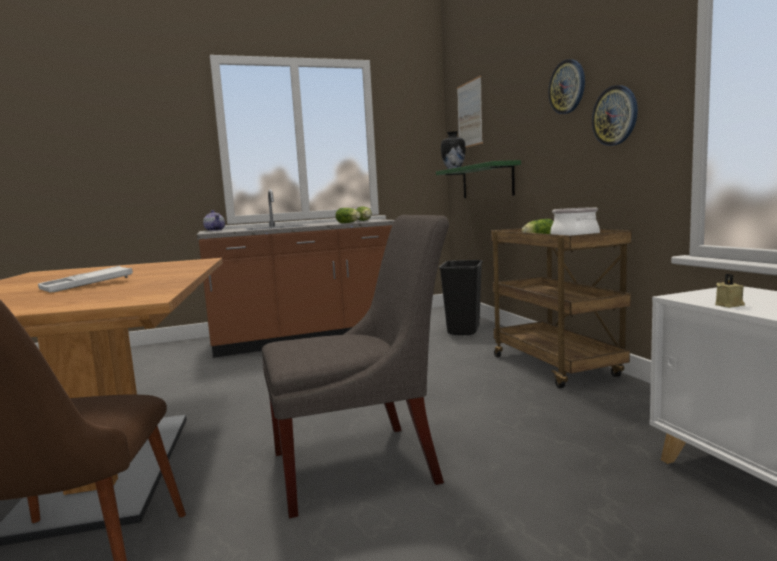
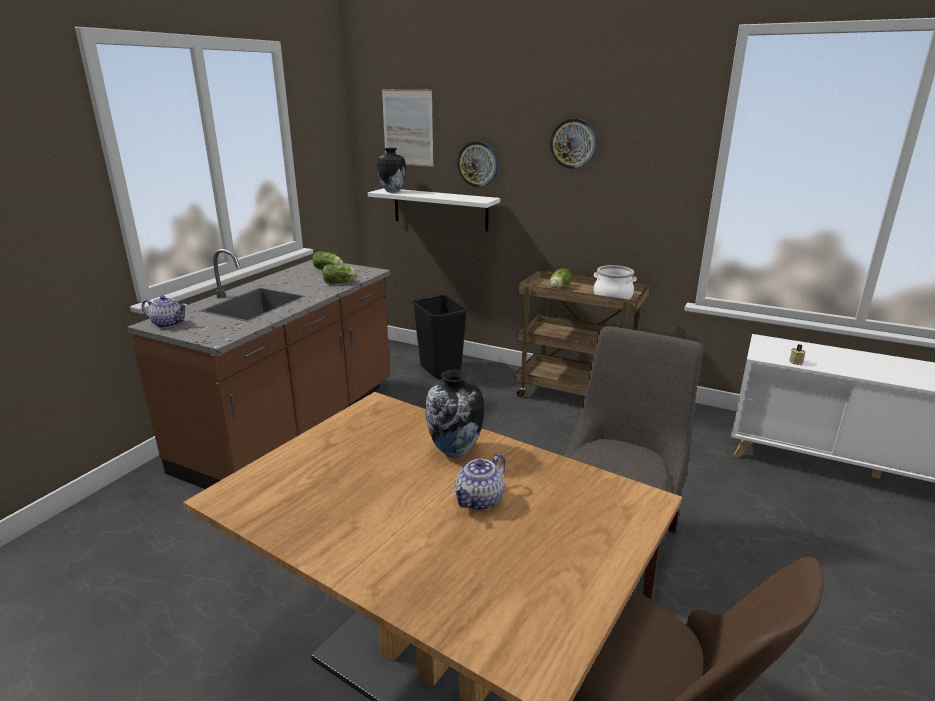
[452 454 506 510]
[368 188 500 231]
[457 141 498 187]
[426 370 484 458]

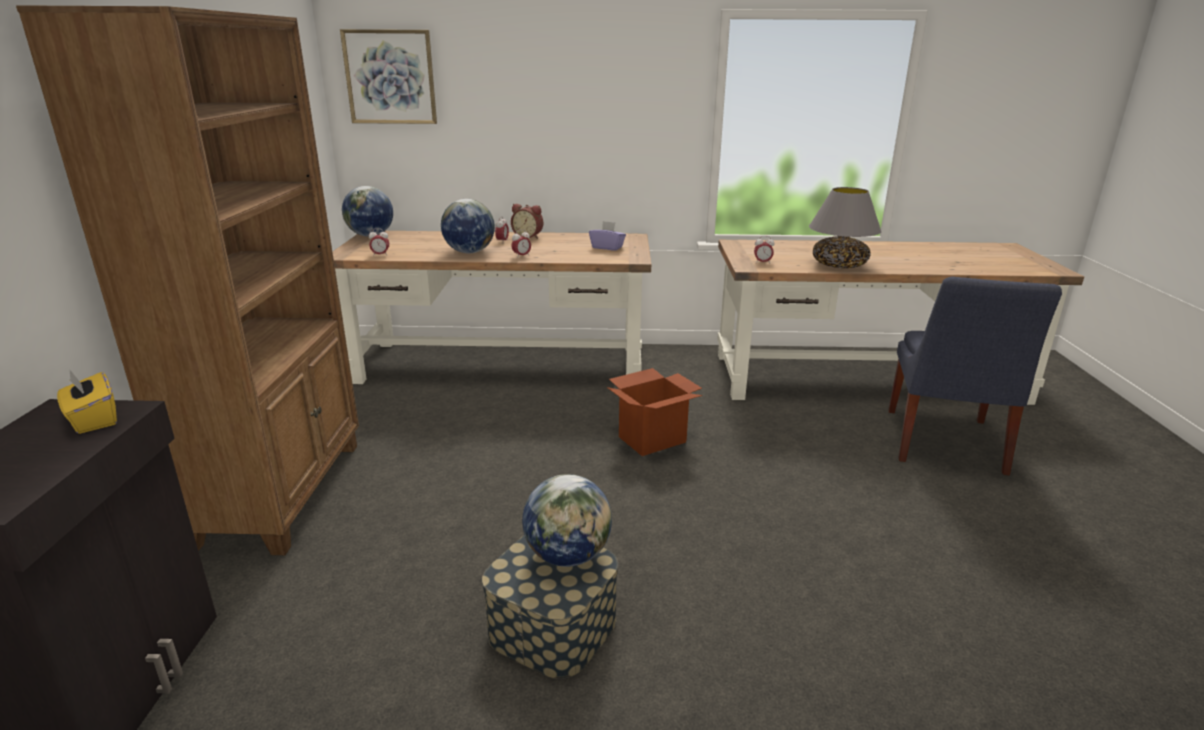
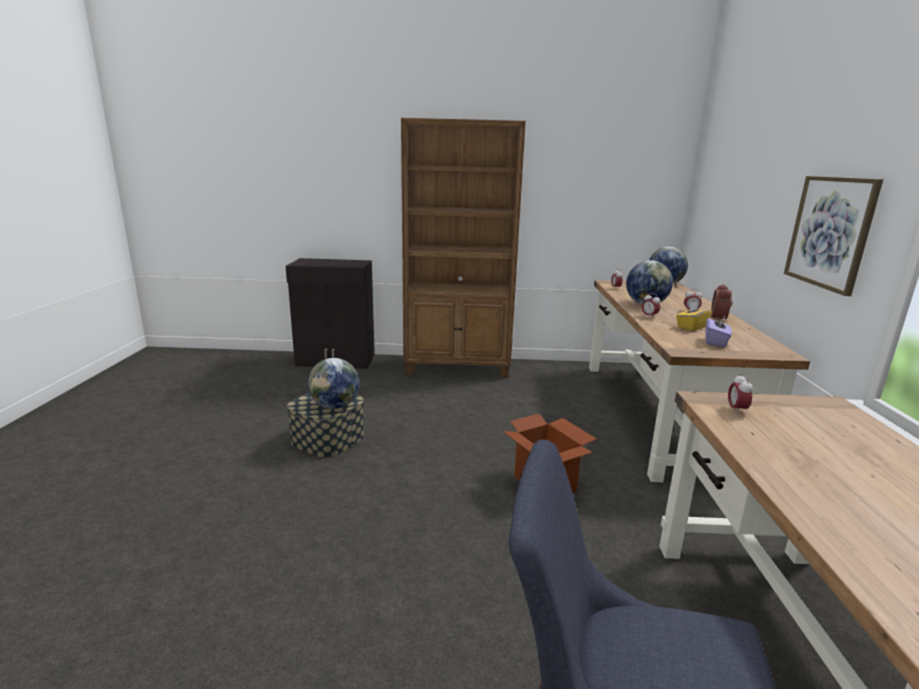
[676 301 712 331]
[784 176 883 296]
[809 187 881 268] (first image)

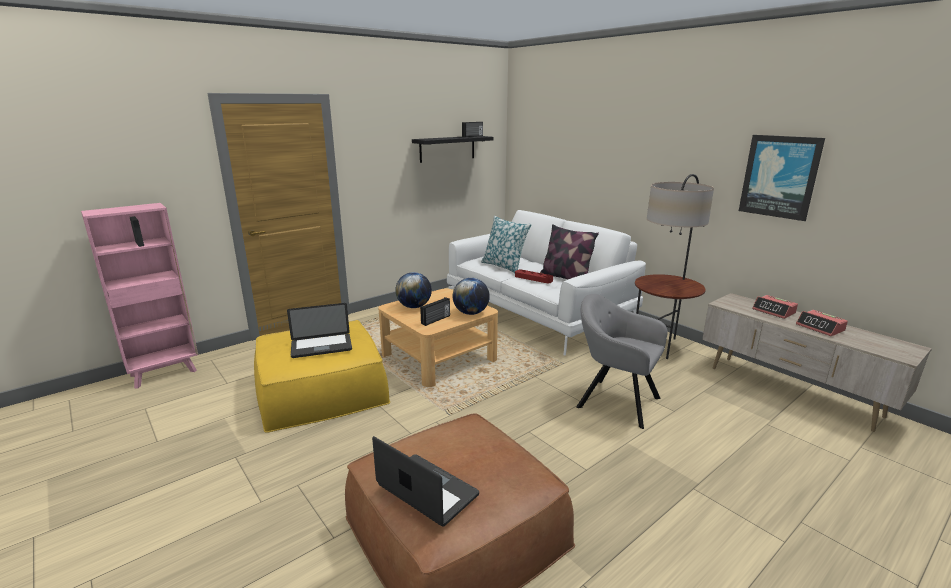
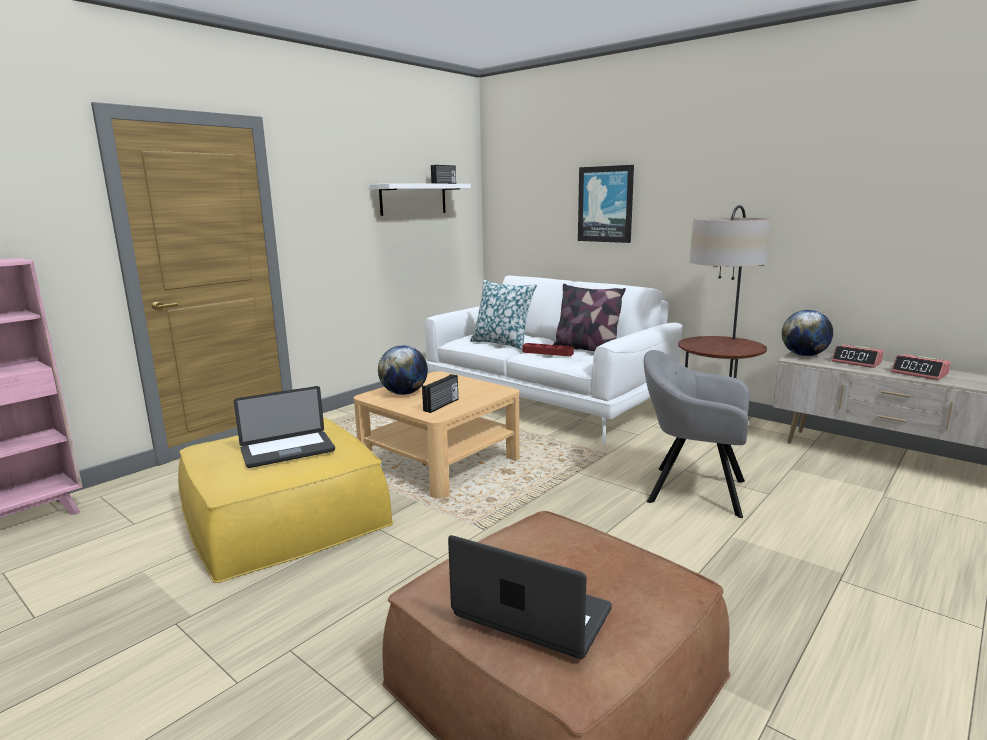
[370 183 471 216]
[782 310 833 356]
[578 165 634 243]

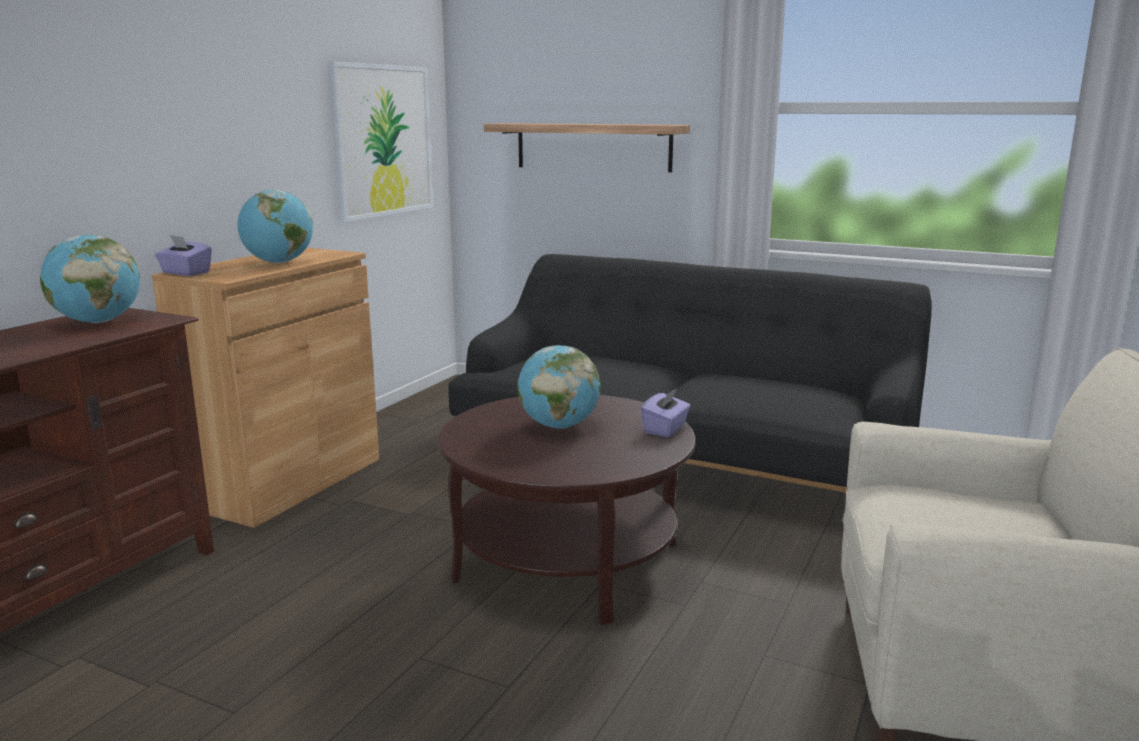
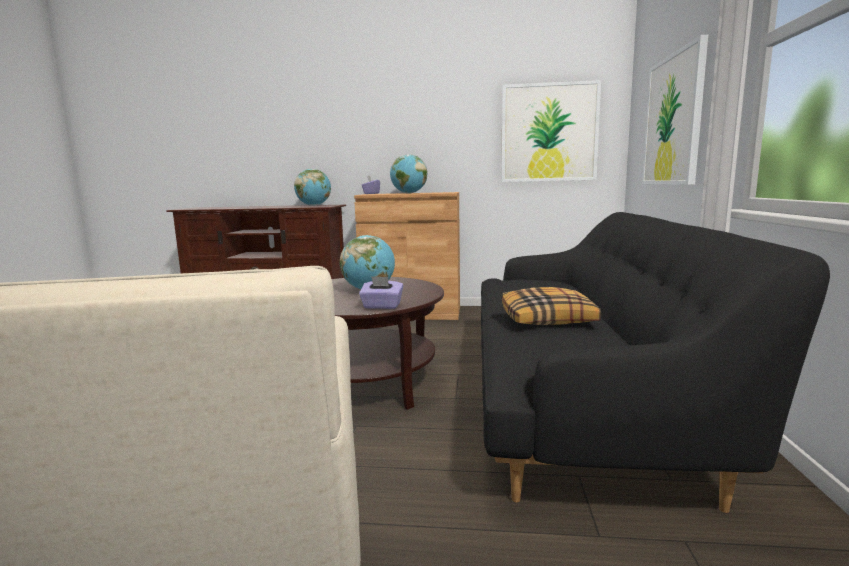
[642 35 708 185]
[502 287 601 325]

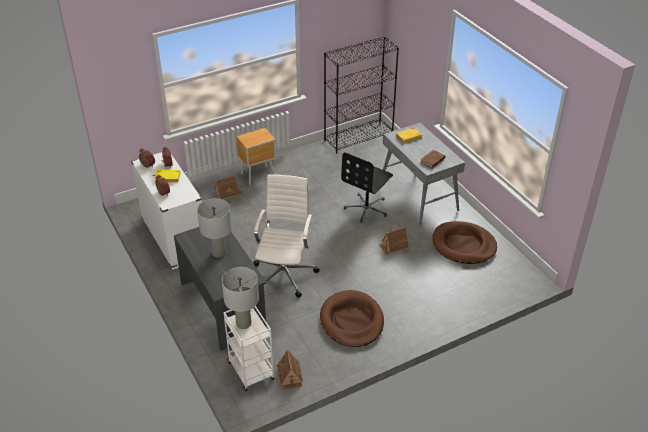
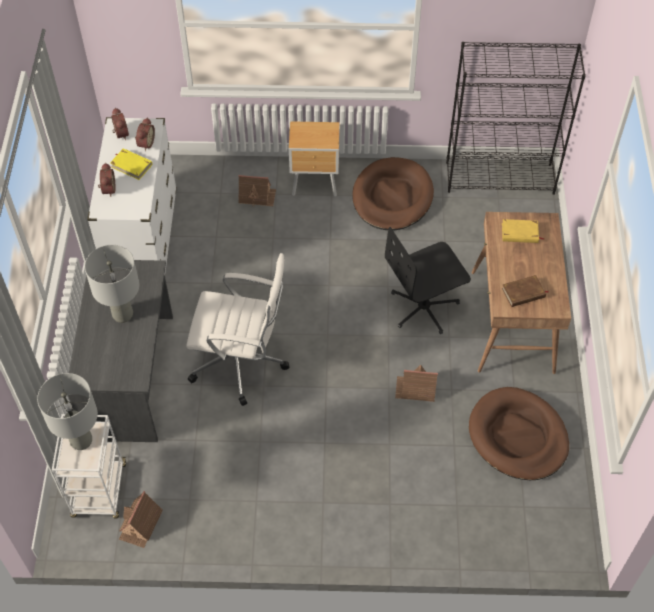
[186 253 289 406]
[352 157 434 230]
[471 212 571 374]

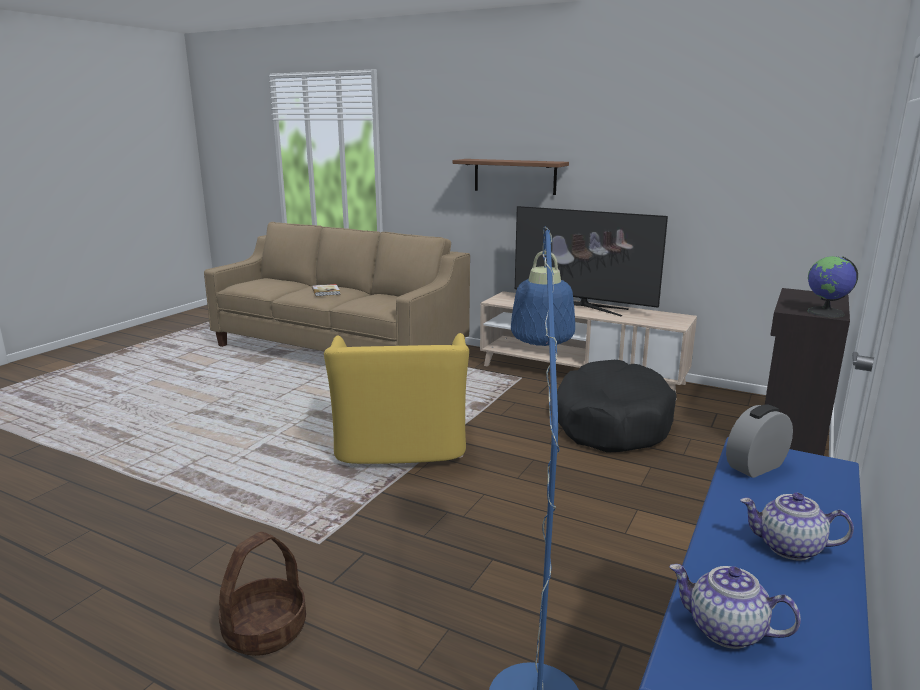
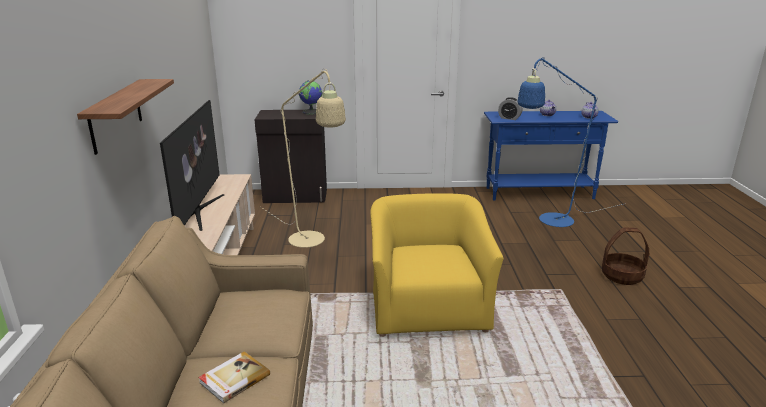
[370 193 504 337]
[261 69 346 248]

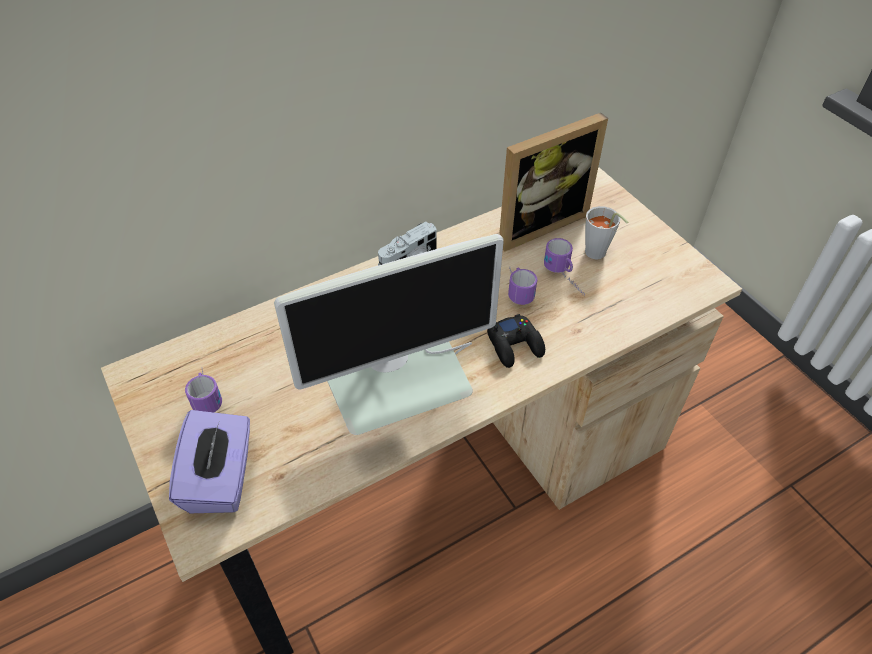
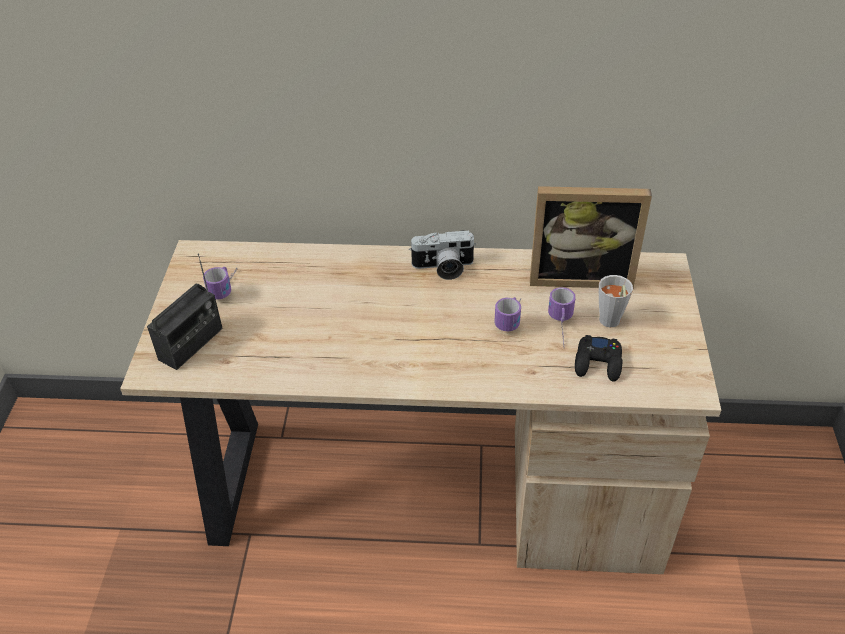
[147 253 223 370]
[274 234 504 435] (first image)
[575 335 623 382]

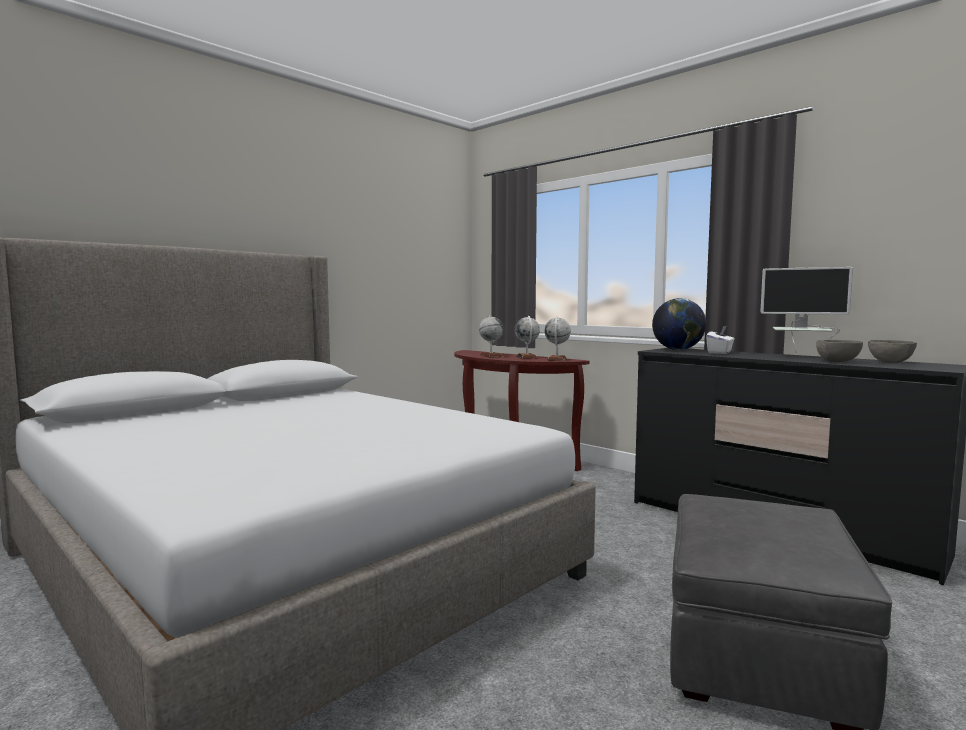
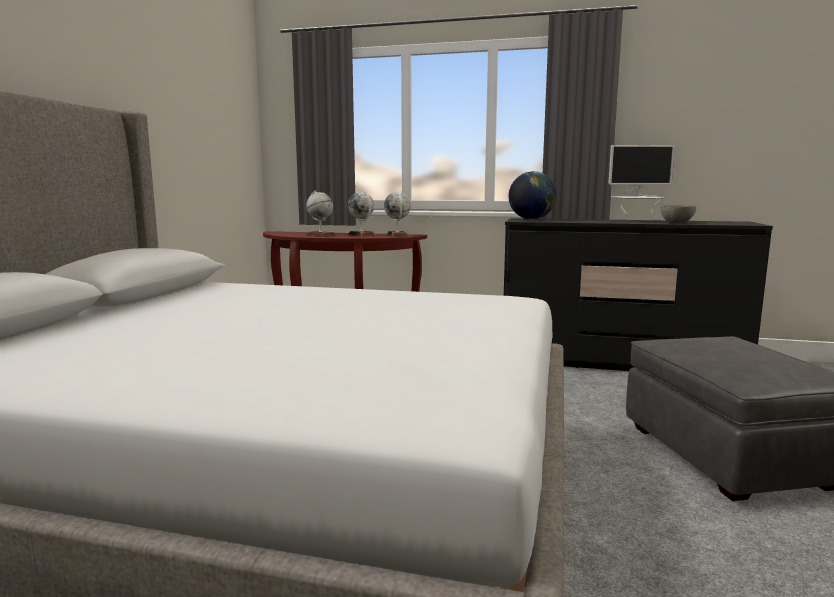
[706 326 735 354] (first image)
[868 340 917 363] (first image)

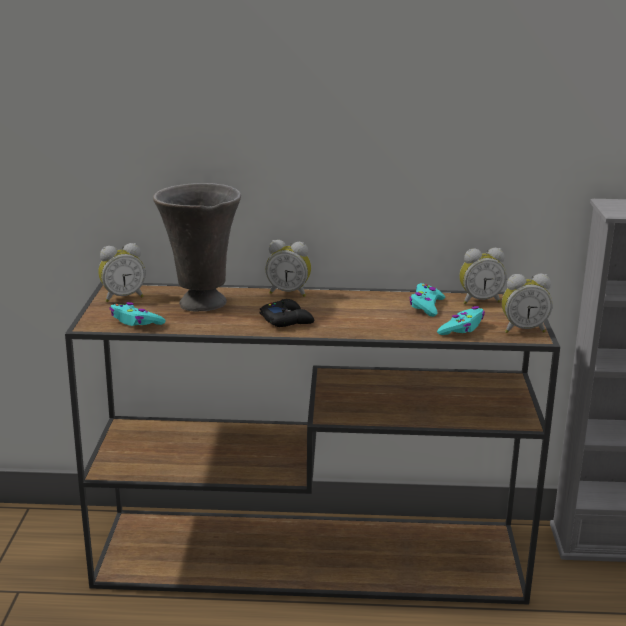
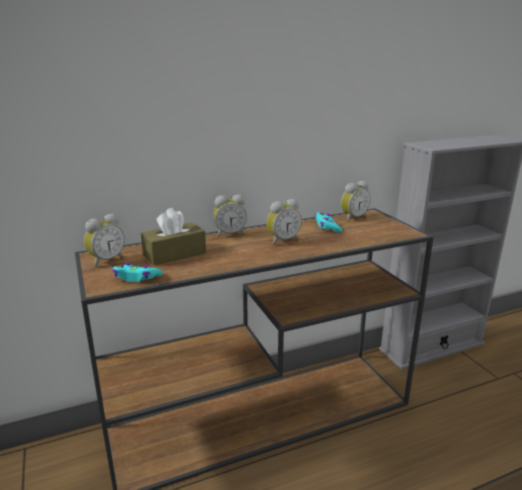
[141 208 206 266]
[260 299 314 327] (first image)
[437 306 485 335] (first image)
[267 199 302 245]

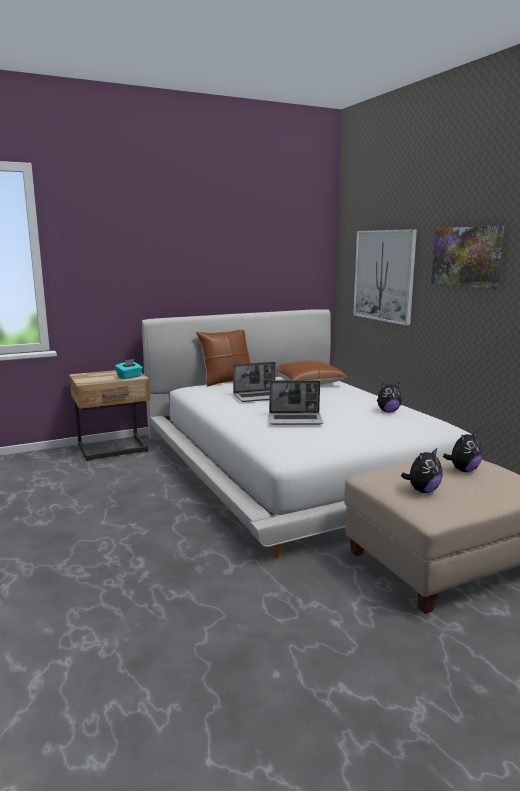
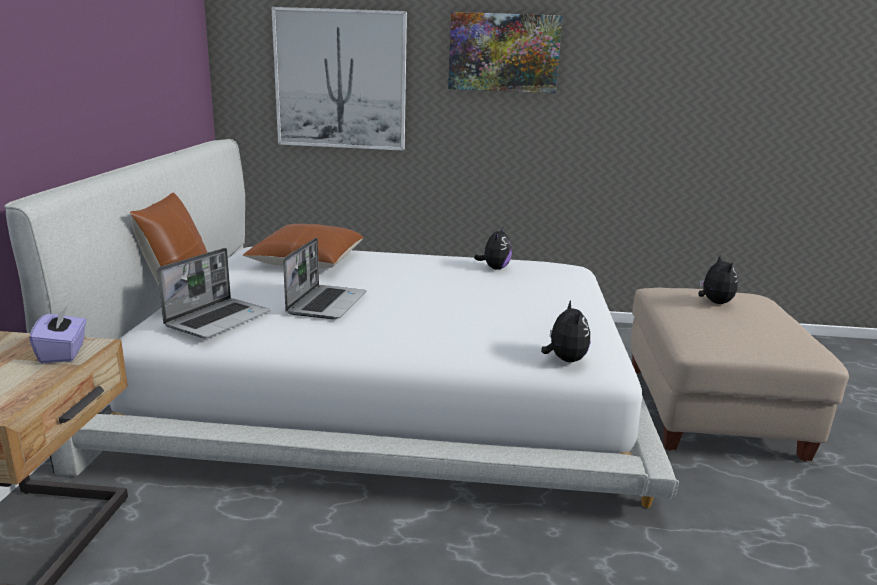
[29 306 87 363]
[157 248 270 338]
[541 300 590 362]

